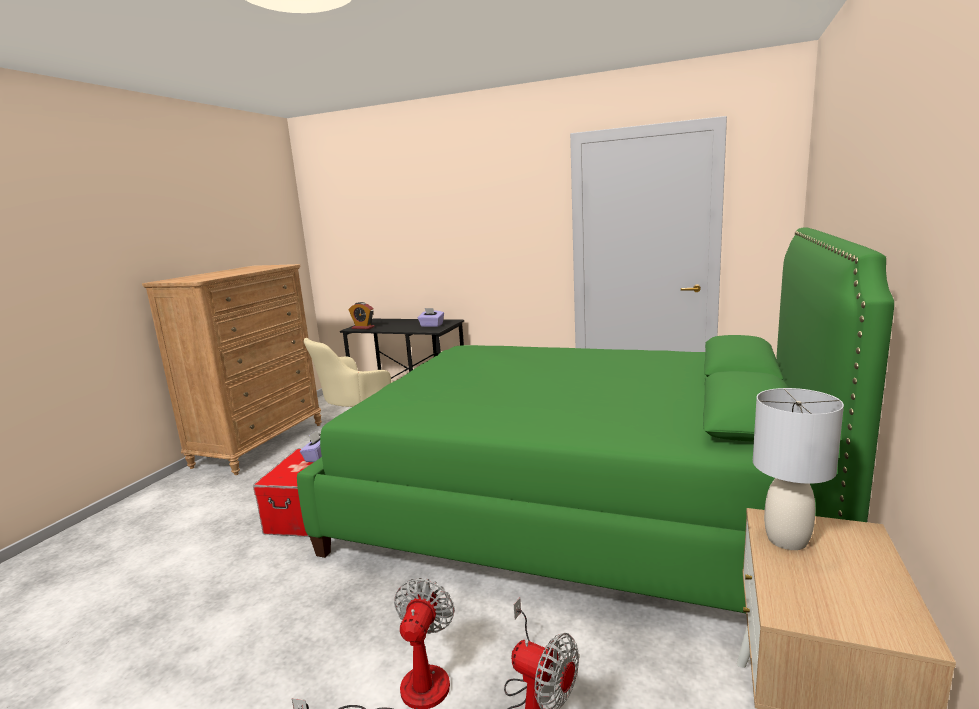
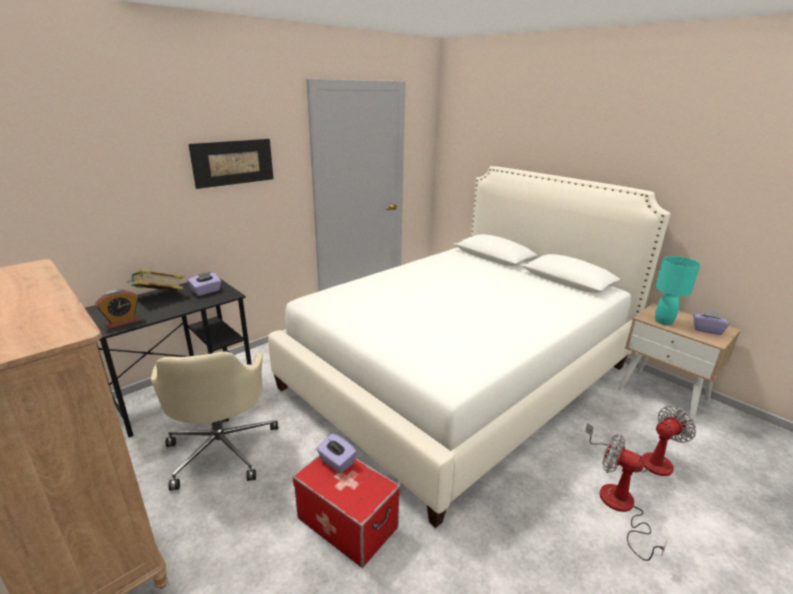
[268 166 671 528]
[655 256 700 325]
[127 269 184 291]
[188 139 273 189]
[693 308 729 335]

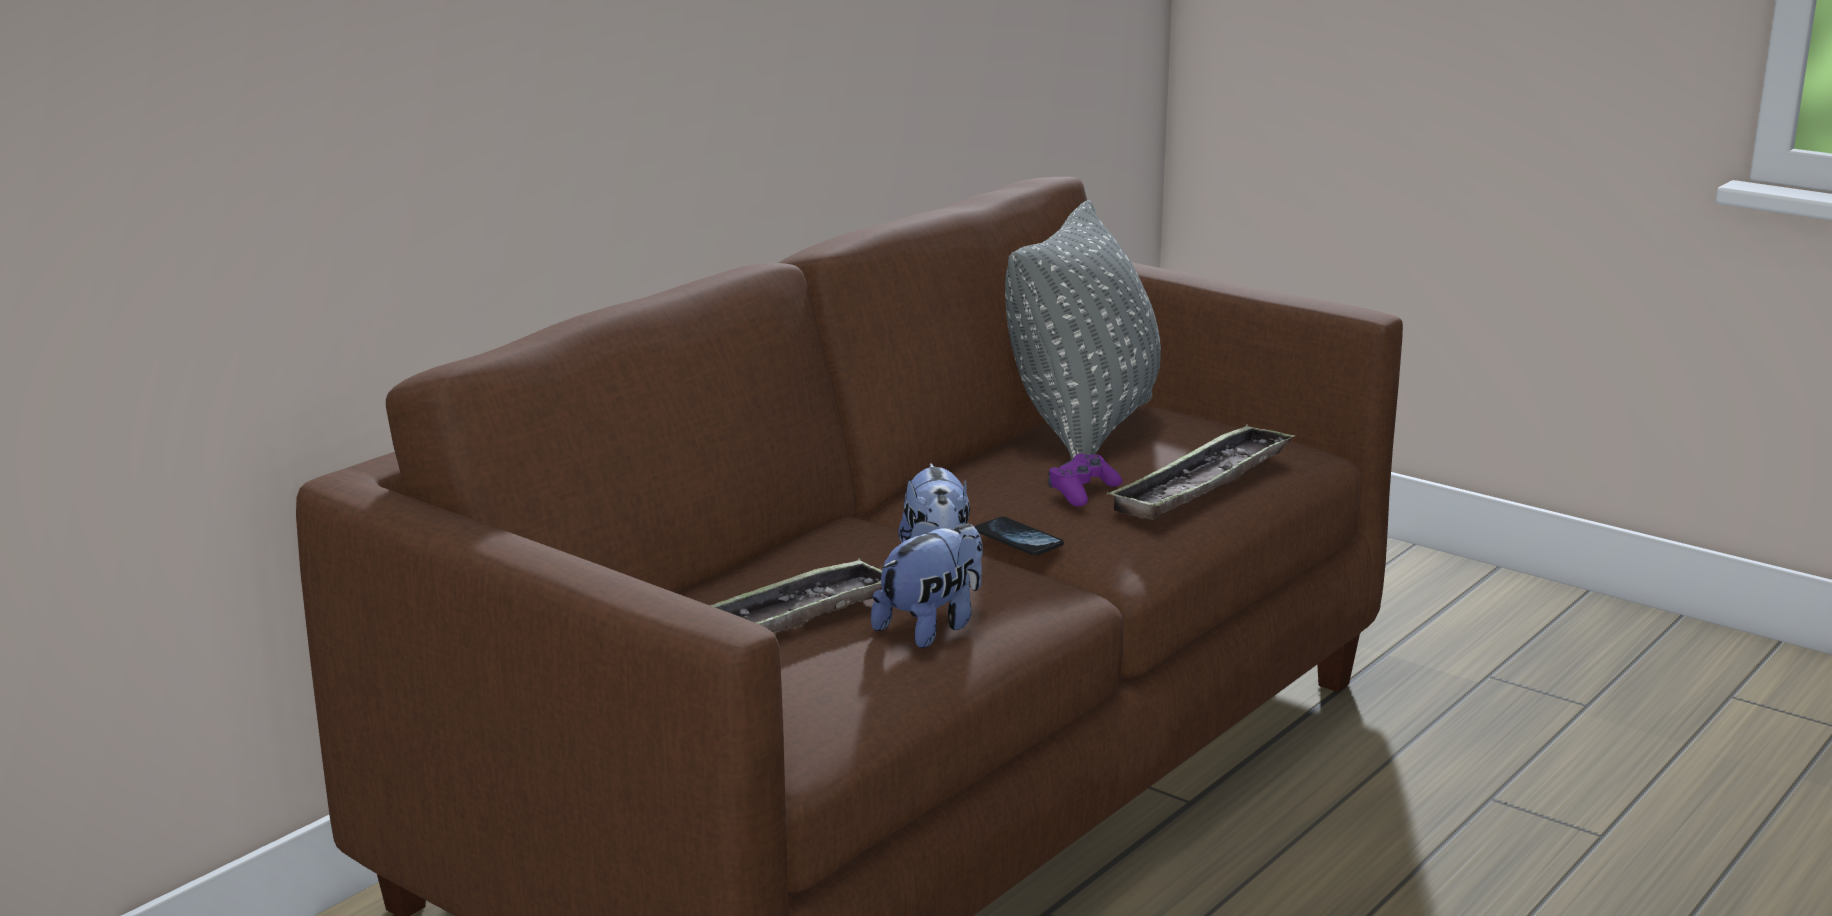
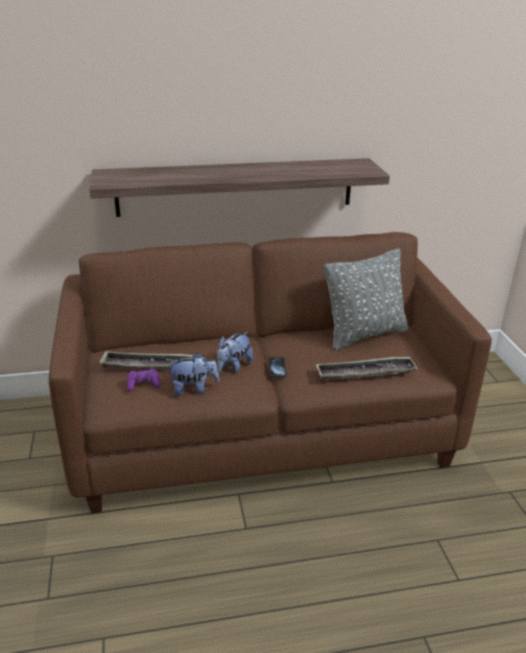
[127 369 160 391]
[89 158 390 217]

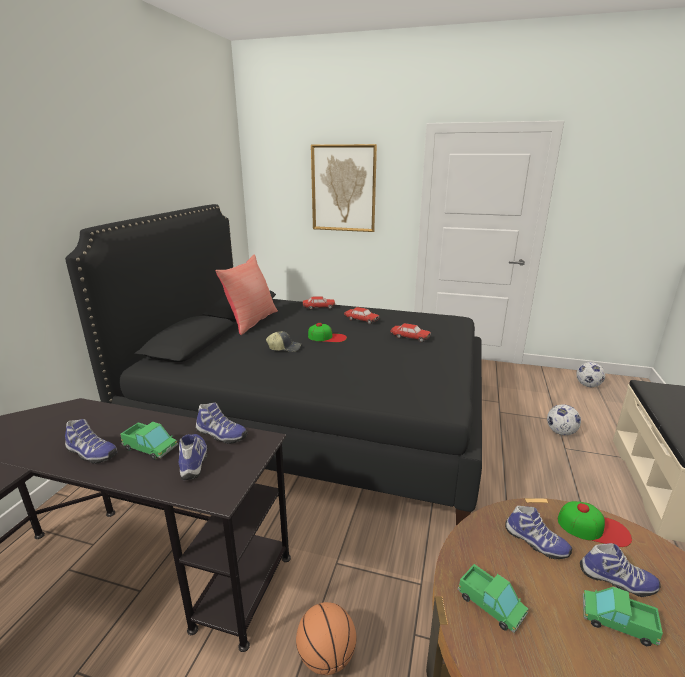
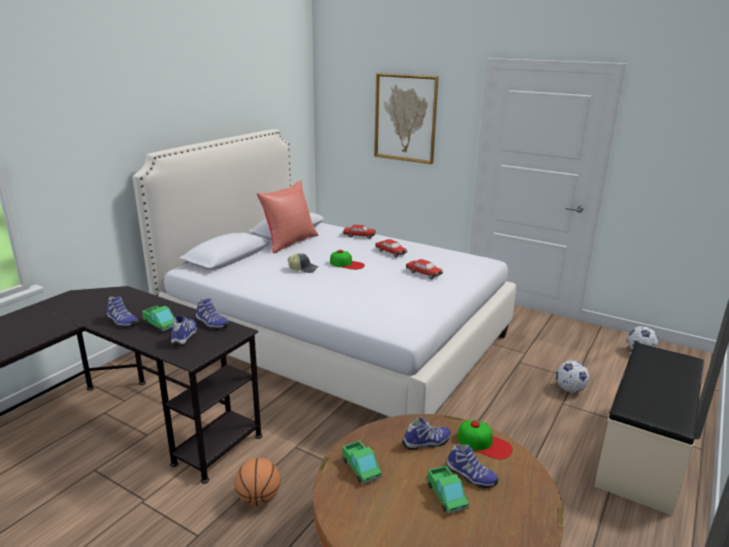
[133 129 516 417]
[402 417 451 450]
[427 466 469 514]

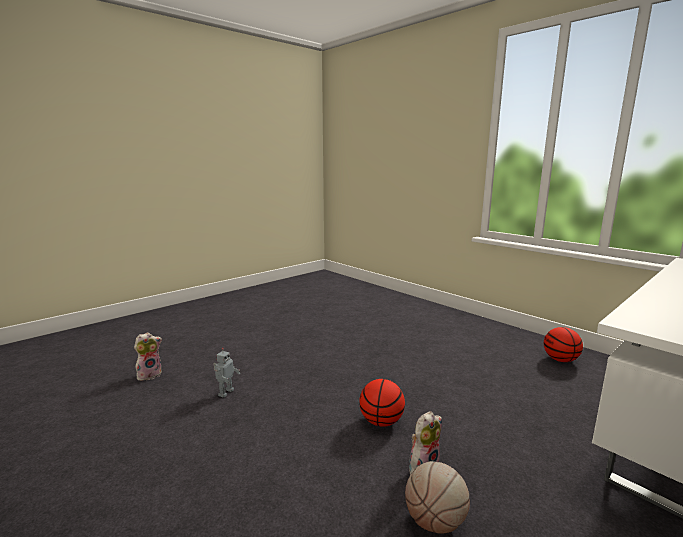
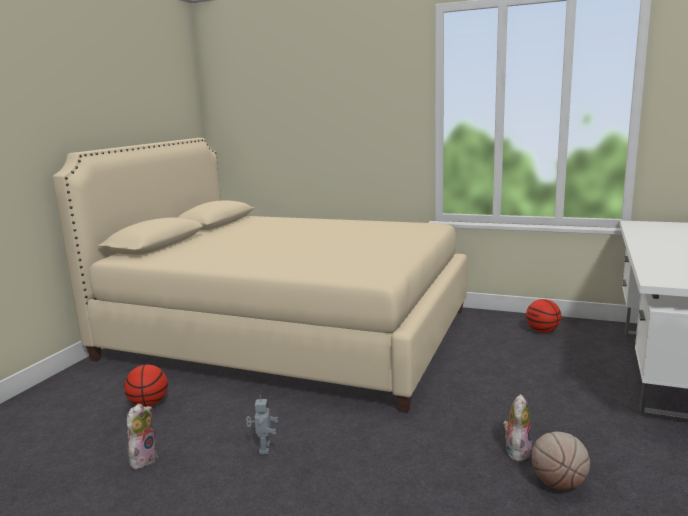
[124 365 168 407]
[53 138 467 413]

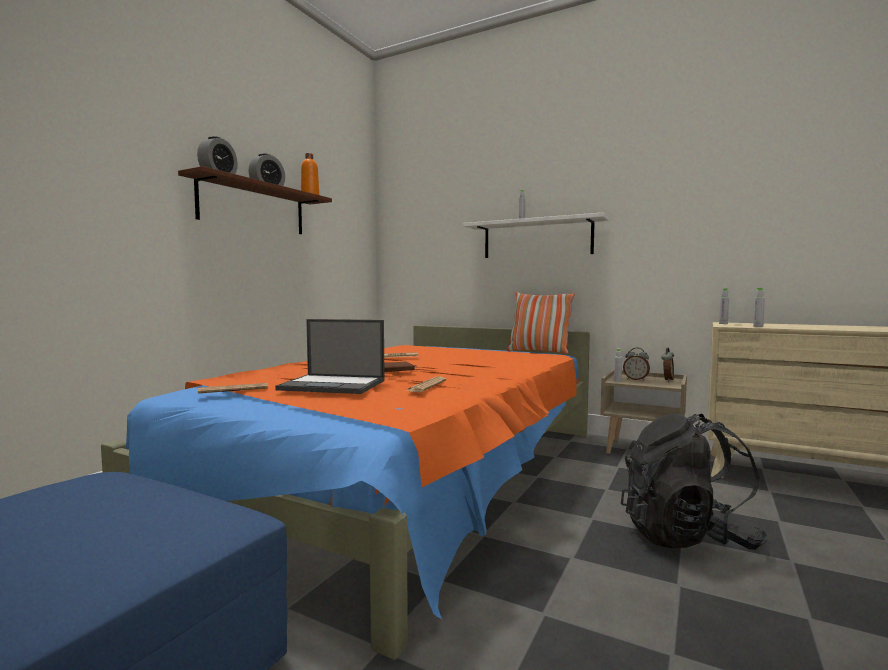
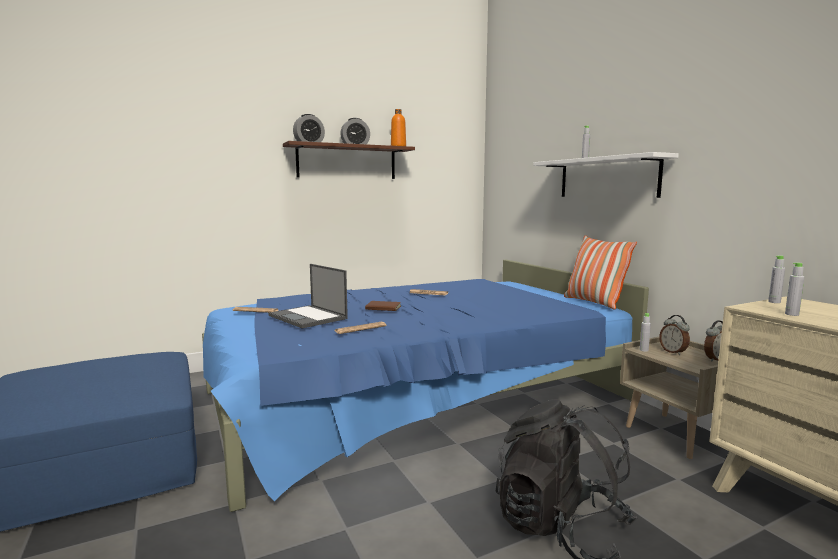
[202 260 649 512]

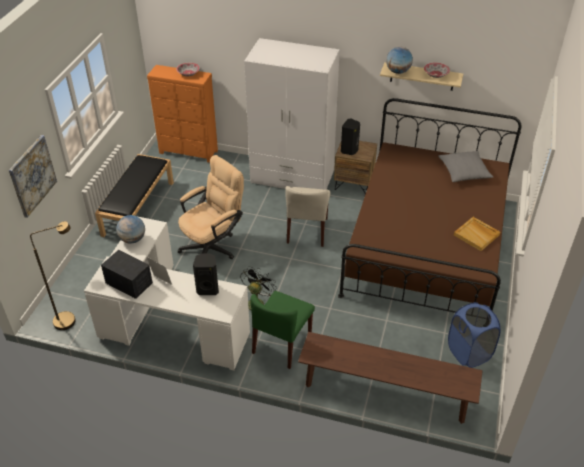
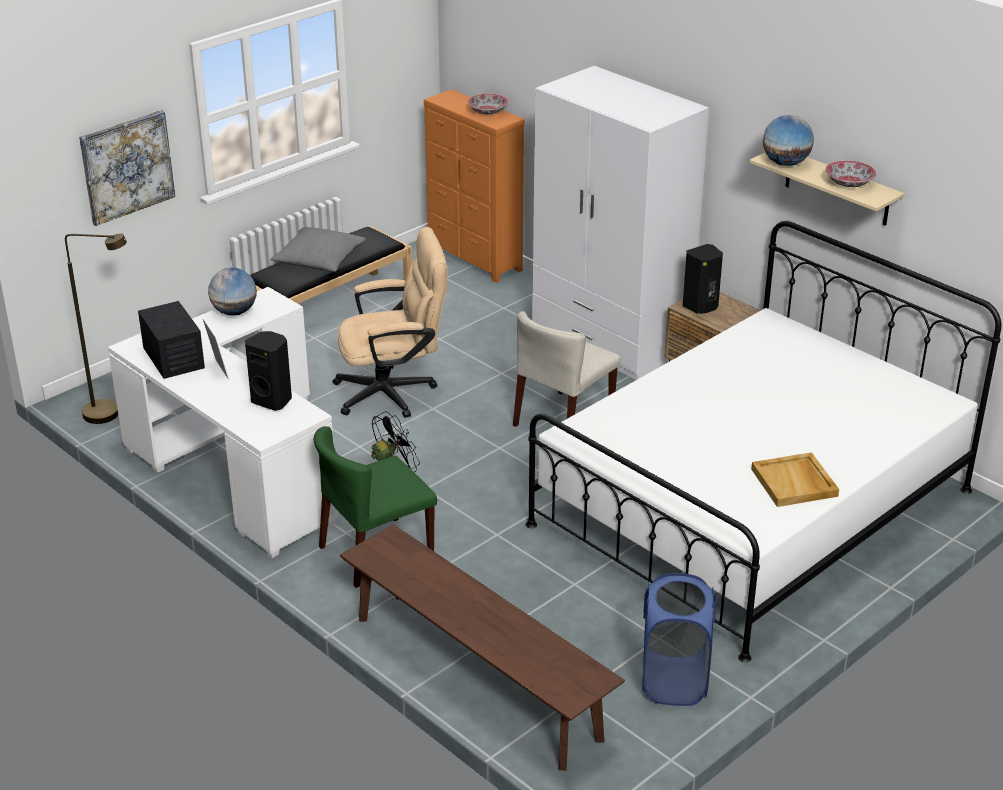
[525 221 1002 662]
[270 227 366 272]

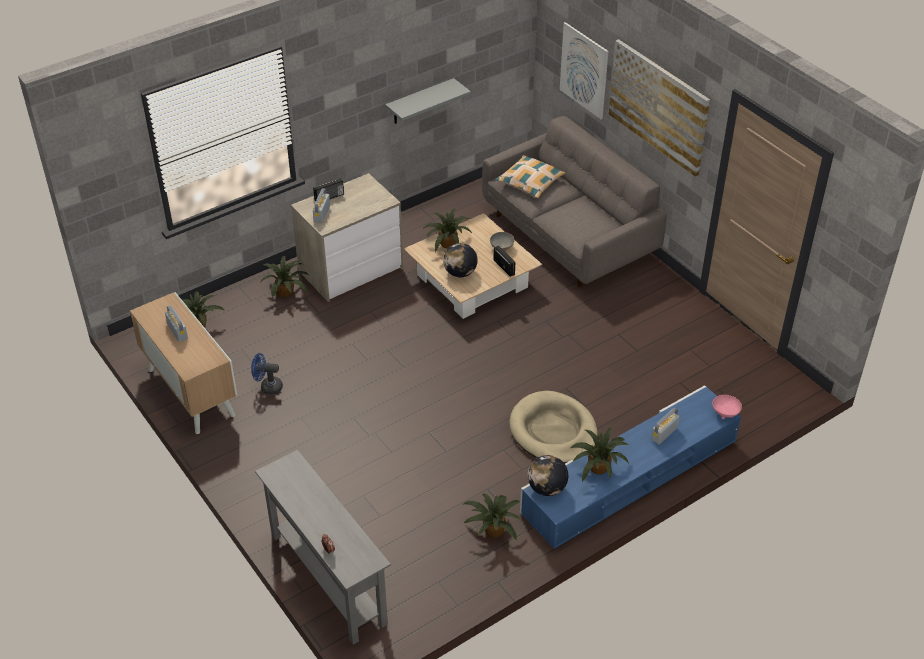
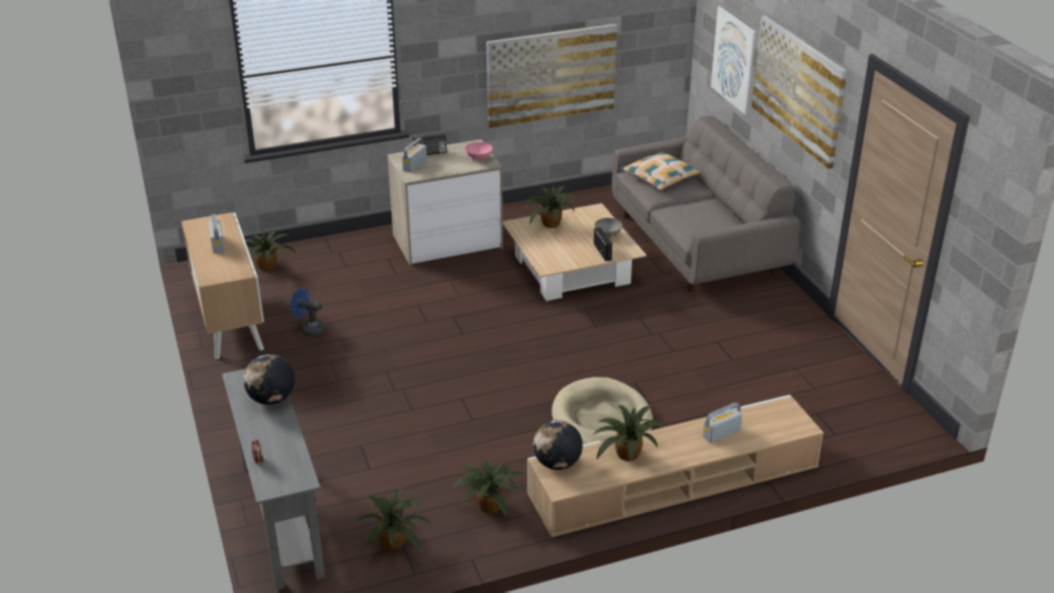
[354 488 431 552]
[487 24 617 128]
[243 354 295 405]
[527 395 824 538]
[465 142 493 162]

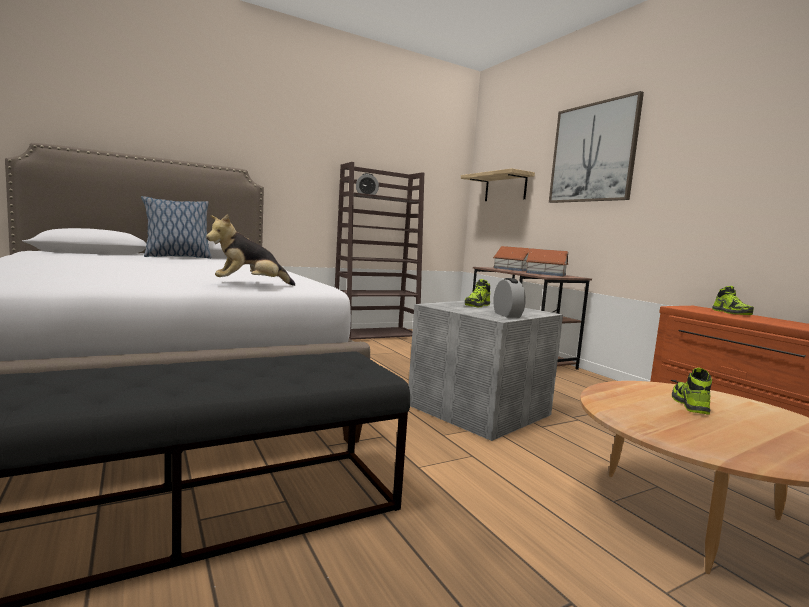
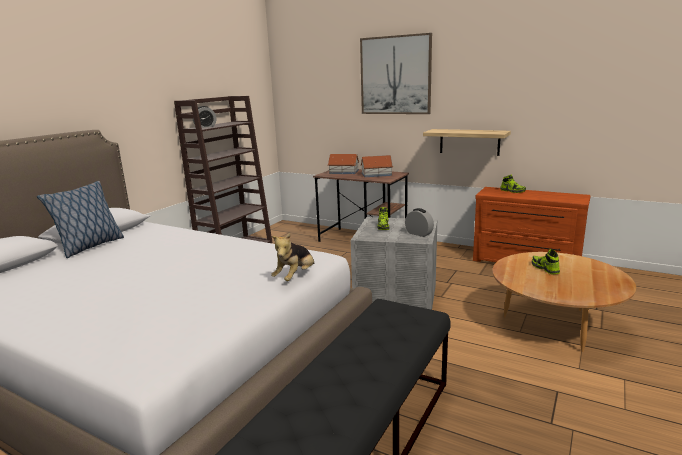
[423 129 511 156]

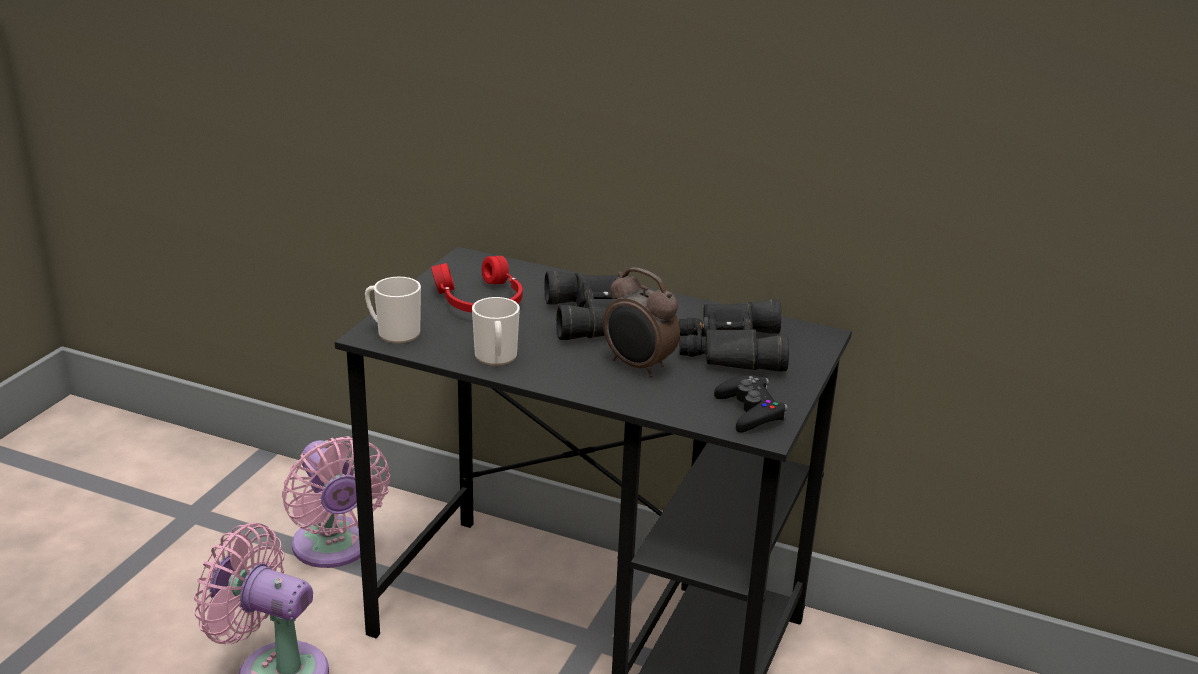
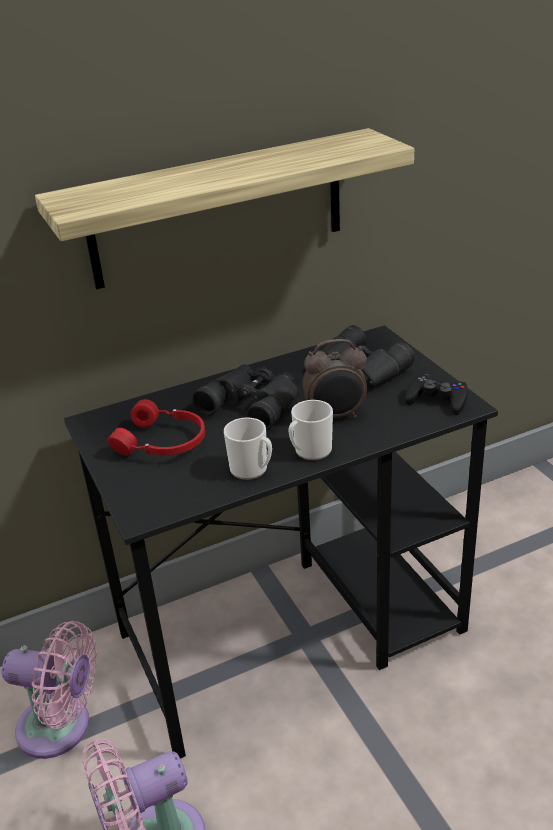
[288 400 333 460]
[35 128 414 289]

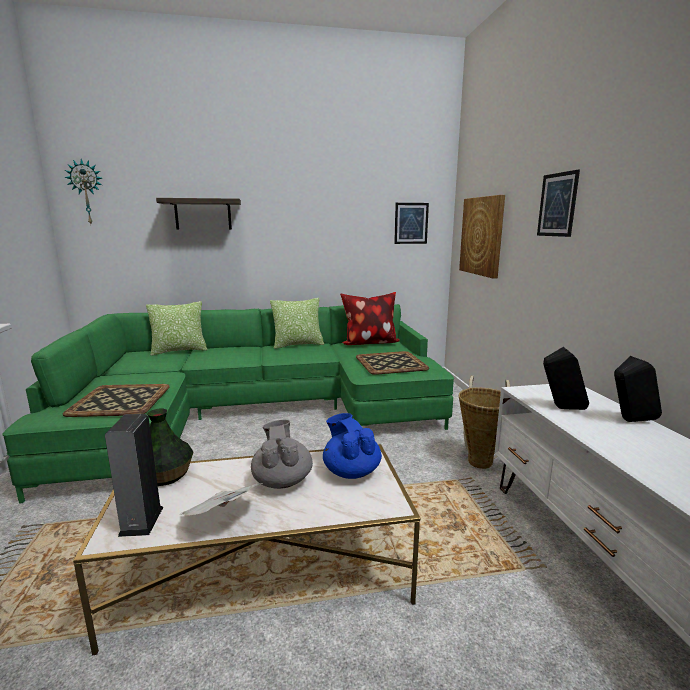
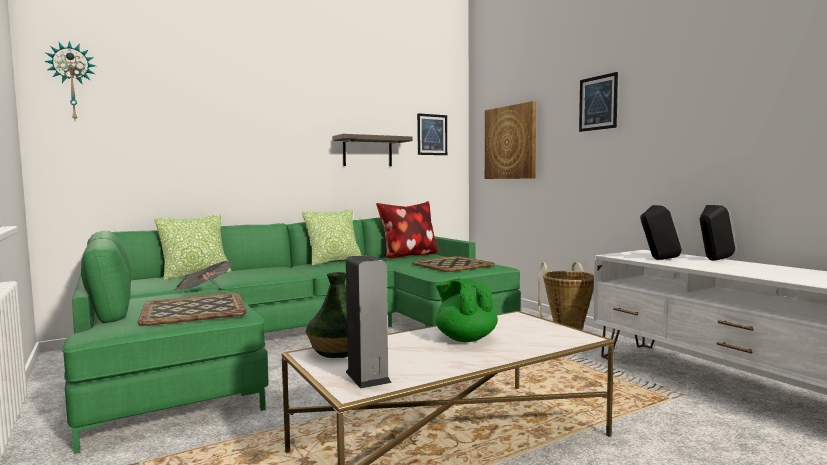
[332 134 412 166]
[174 261 233 290]
[435 278 498 342]
[323 413 382 479] (first image)

